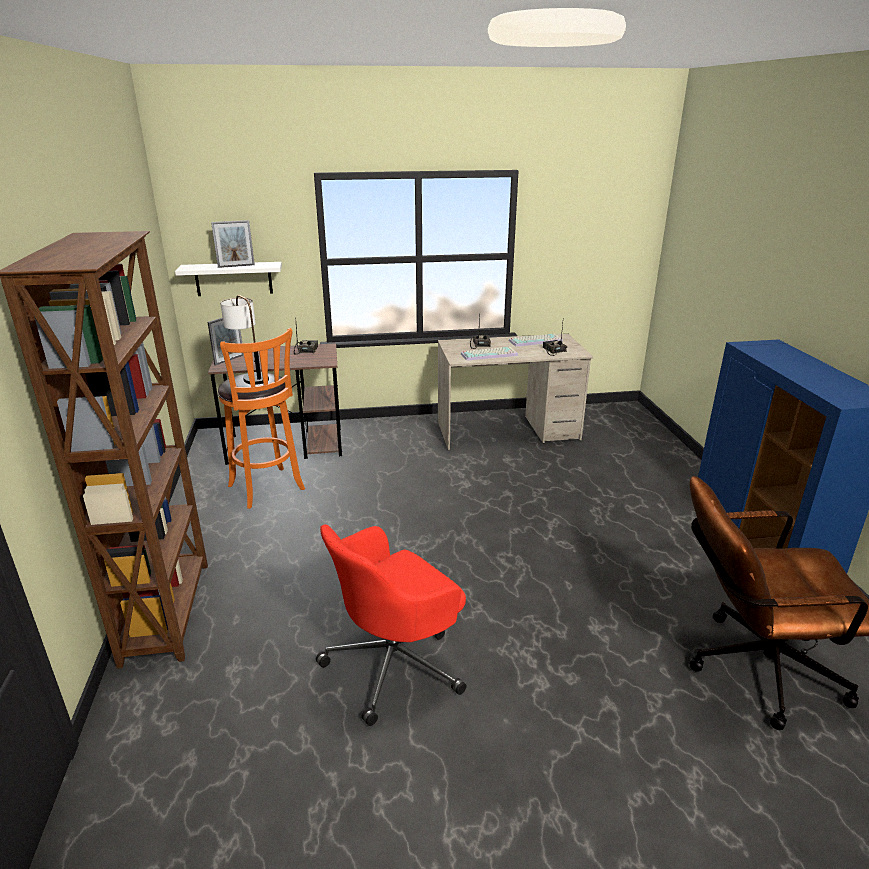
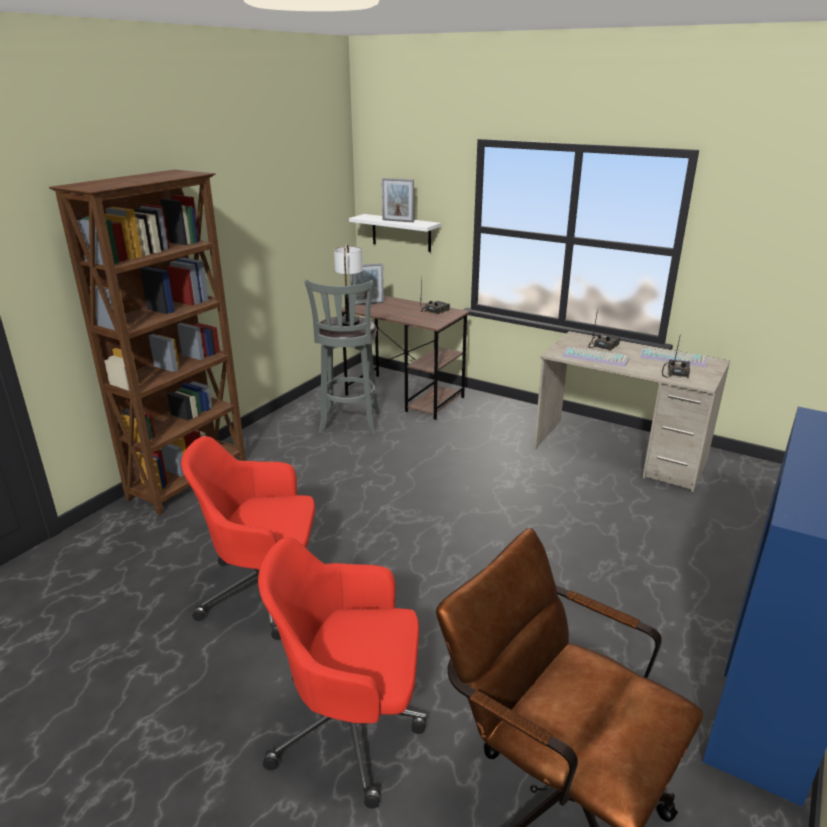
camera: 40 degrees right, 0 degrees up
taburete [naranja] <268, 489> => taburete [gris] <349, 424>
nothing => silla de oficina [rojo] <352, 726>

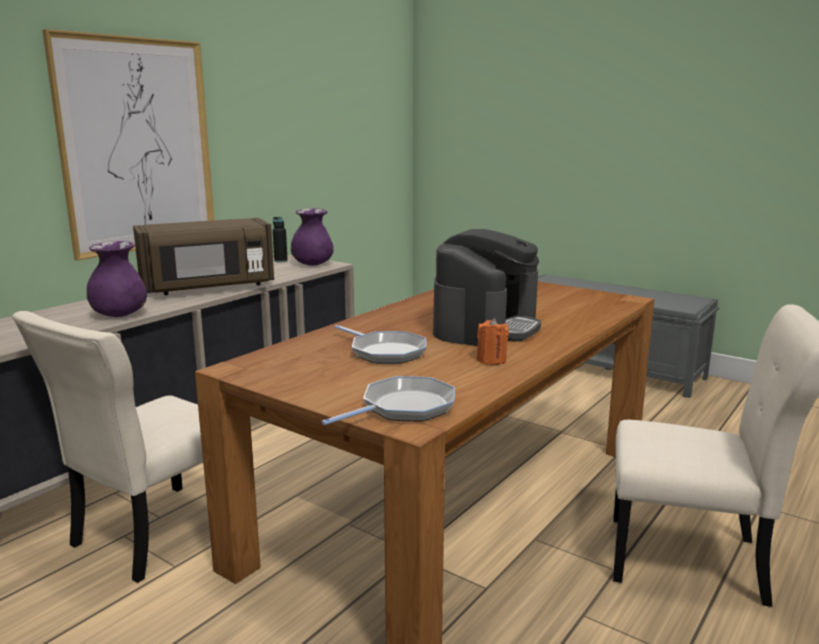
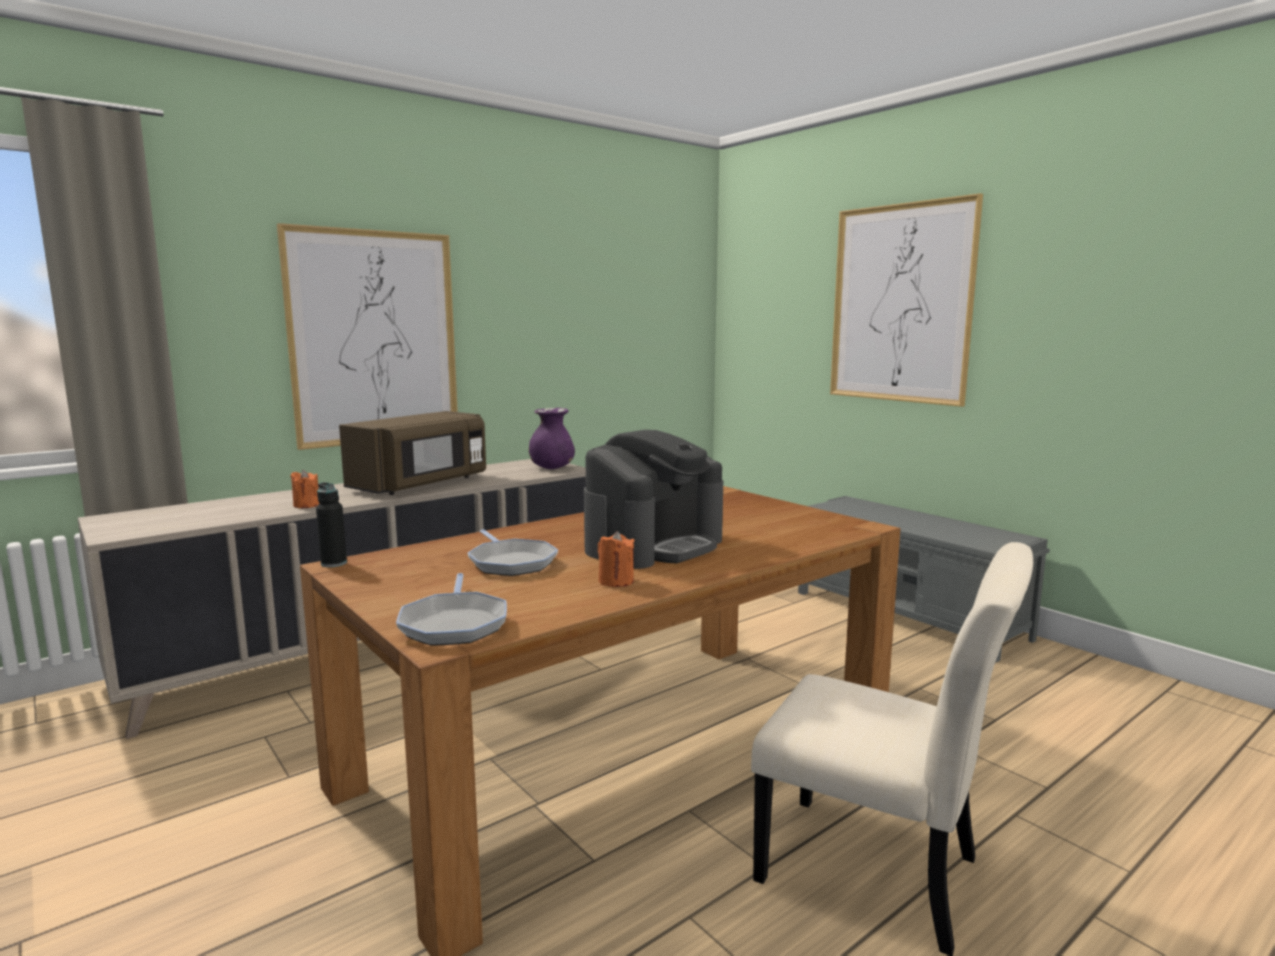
camera: 15 degrees right, 5 degrees down
silla [beis] <153, 533> => nothing
florero [morado] <119, 315> => vela [naranja] <306, 505>
microondas [marrón] <208, 287> => microondas [marrón] <421, 484>, 45 degrees counterclockwise
botella [negro] <280, 261> => botella [negro] <334, 563>, move
sartén <404, 408> => sartén <454, 624>, 105 degrees clockwise
nothing => cuadro <900, 304>

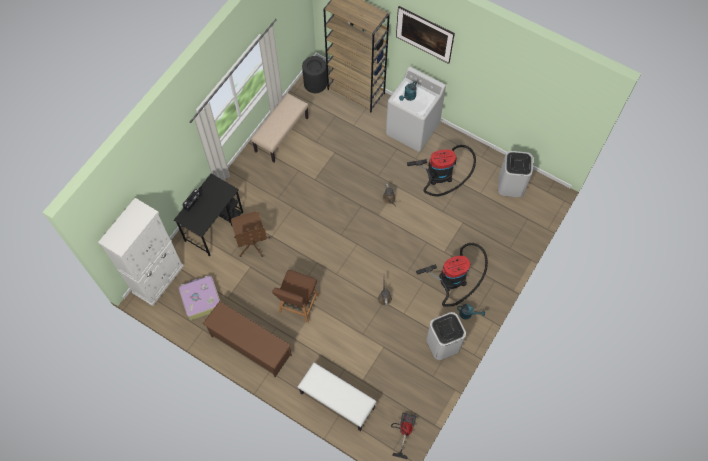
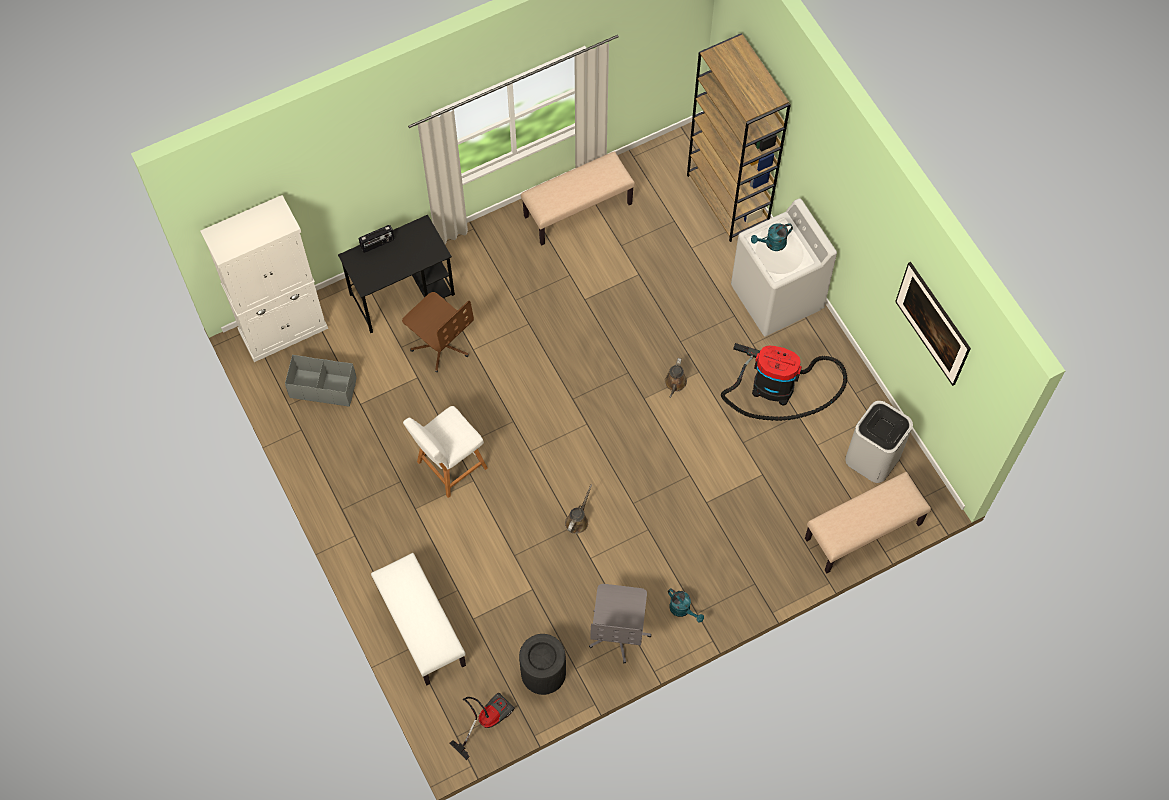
camera: 30 degrees right, 0 degrees up
maleta <201, 299> => caja de almacenaje [gris] <323, 387>
zapatero [marrón] <250, 345> => nothing
silla de oficina [marrón] <252, 242> => silla de oficina [marrón] <441, 344>, 60 degrees counterclockwise
taburete [marrón] <298, 305> => taburete [blanco] <449, 467>
papelera [negro] <315, 83> => papelera [negro] <543, 673>, move
cuadro <423, 42> => cuadro <929, 333>, move
aspiradora <455, 278> => nothing
papelera [blanco] <443, 344> => silla de oficina [gris] <618, 632>
nothing => banco [beis] <863, 532>

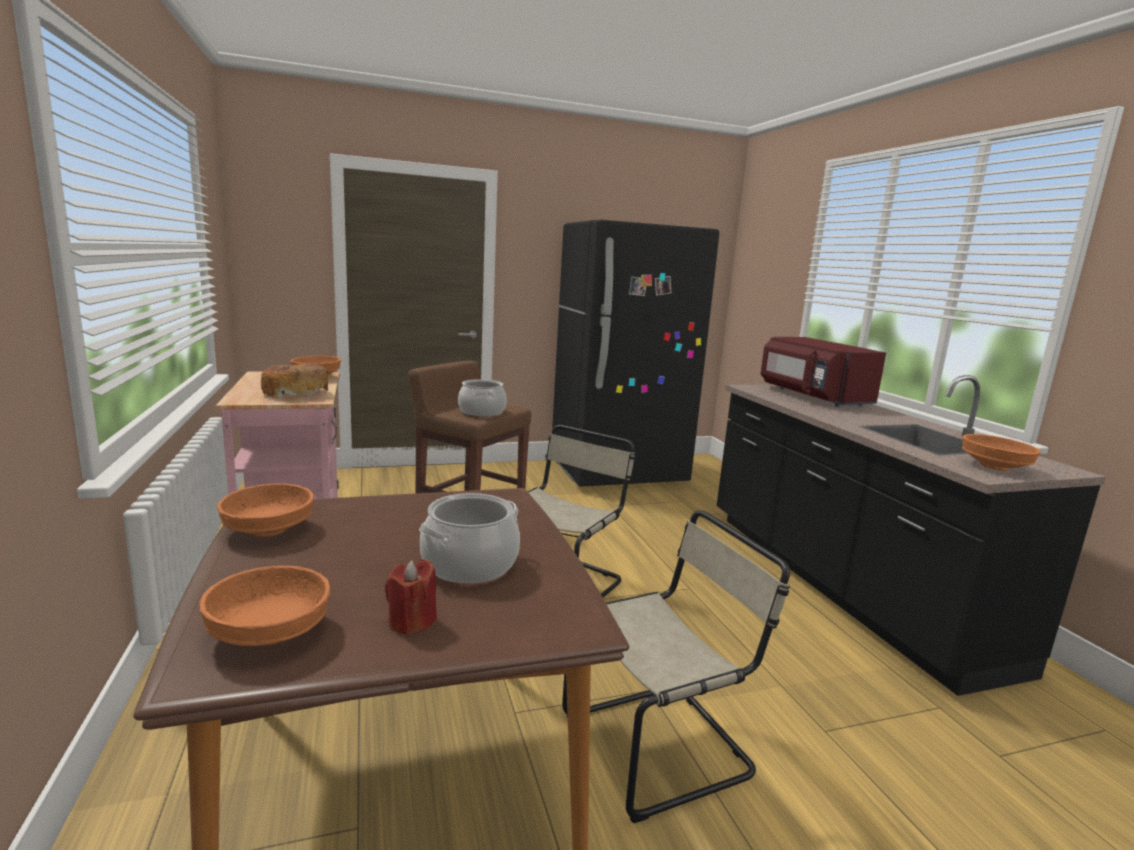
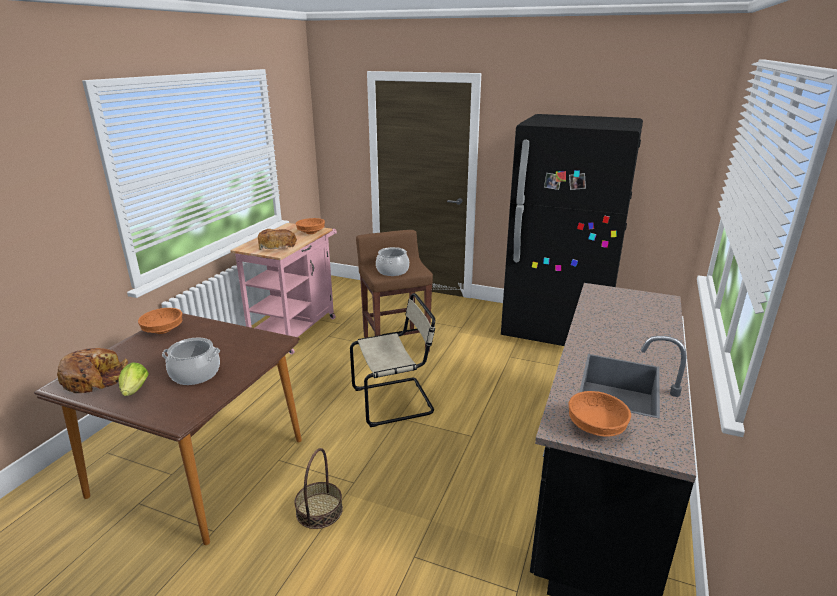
camera: 40 degrees right, 10 degrees up
cuenco [naranja] <268, 634> => pan <94, 378>
vela [rojo] <412, 622> => lechuga <134, 392>
silla [beis] <662, 744> => cesta <319, 510>
microondas [rojo] <811, 396> => nothing

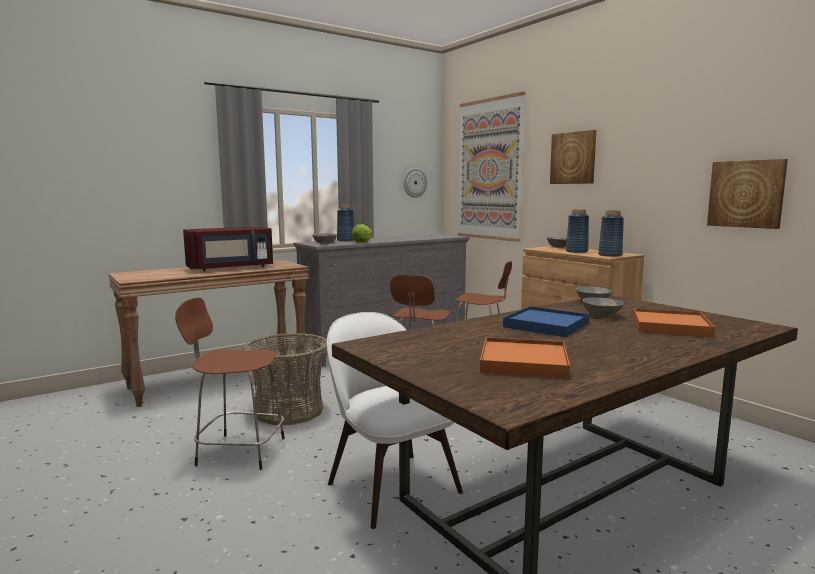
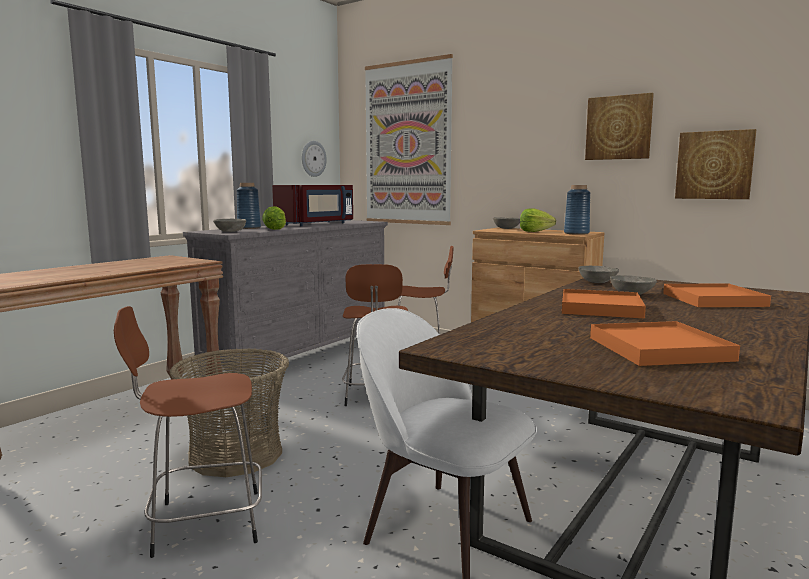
camera: 20 degrees left, 0 degrees up
microondas [rojo] <231, 268> => microondas [rojo] <316, 224>, move
bandeja [azul] <546, 325> => bandeja [naranja] <601, 308>
cuadro <573, 158> => cuadro <618, 128>, move
florero [azul] <576, 251> => lechuga <535, 231>

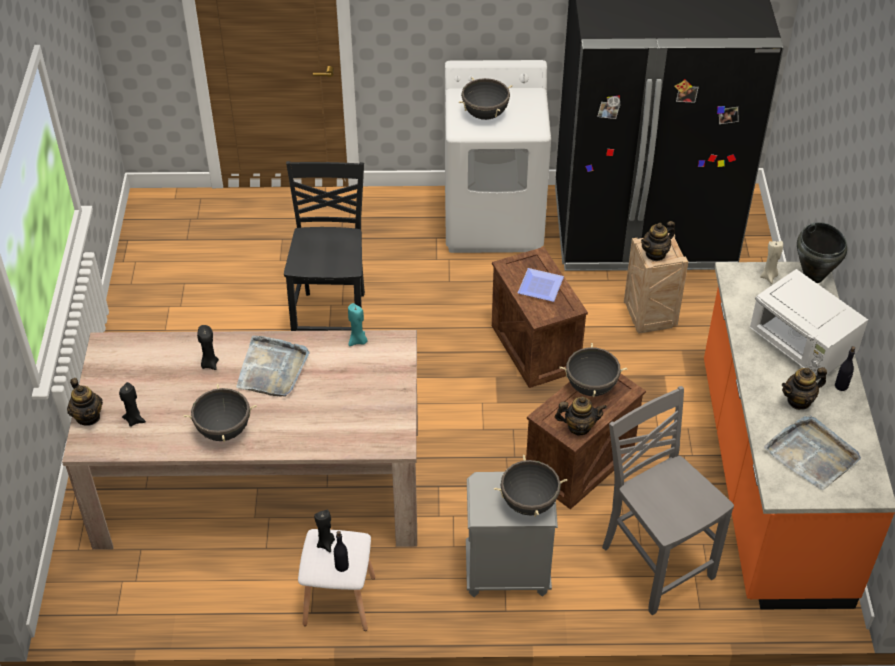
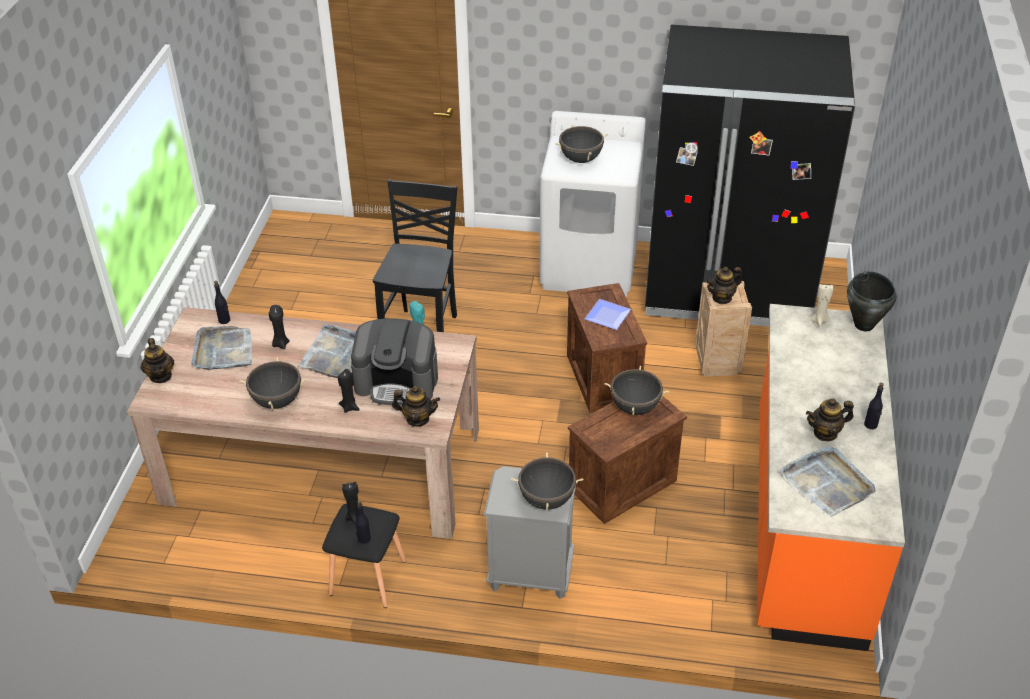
camera: 10 degrees right, 5 degrees down
vela [negro] <134, 419> => vela [negro] <349, 407>, move
taburete [blanco] <338, 601> => taburete [negro] <366, 578>
tetera <579, 427> => tetera <417, 419>, move
silla [gris] <655, 561> => nothing
microondas [blanco] <802, 346> => nothing
nothing => bandeja [gris] <223, 351>
nothing => botella [negro] <224, 320>
nothing => cafetera <397, 382>

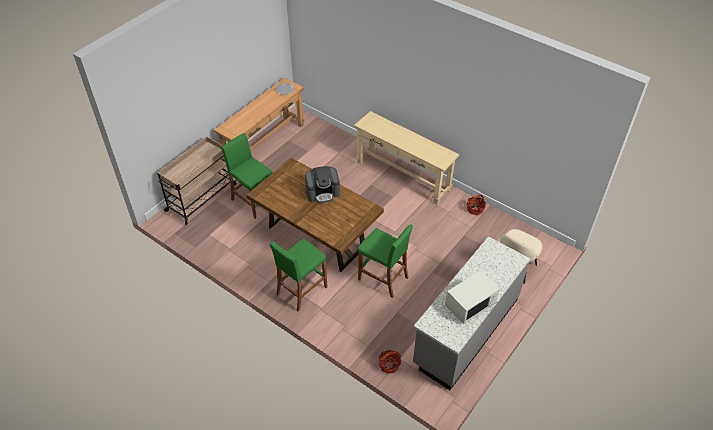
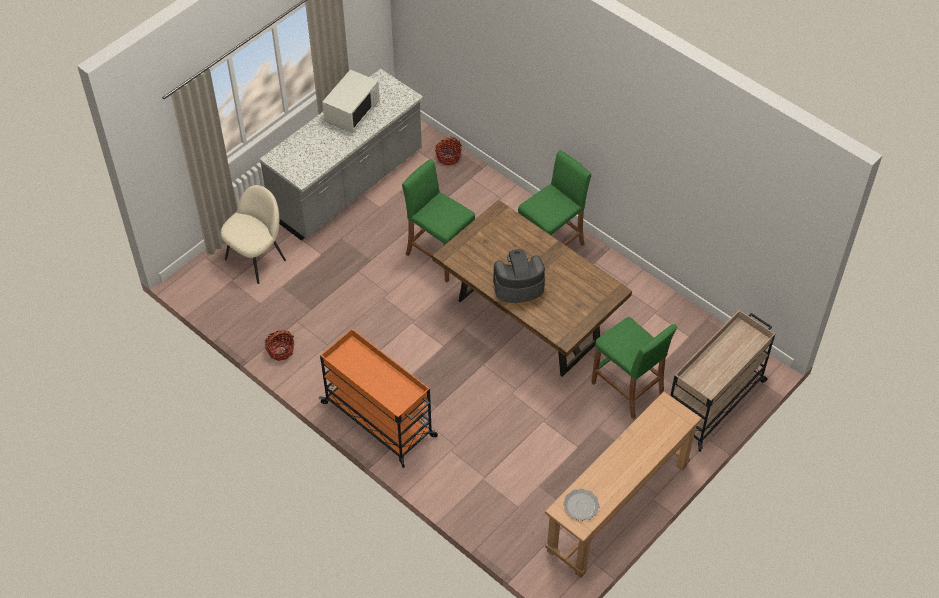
camera: 175 degrees left, 5 degrees up
mesa consola [beis] <403, 176> => carrito [naranja] <380, 420>
microondas [blanco] <470, 304> => microondas [blanco] <352, 112>, 150 degrees clockwise

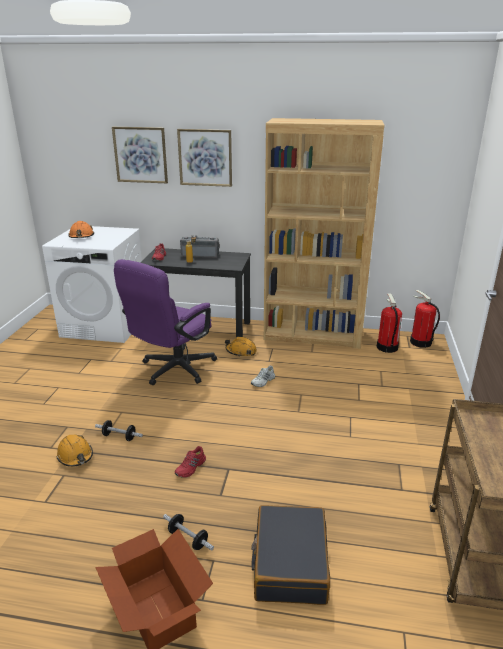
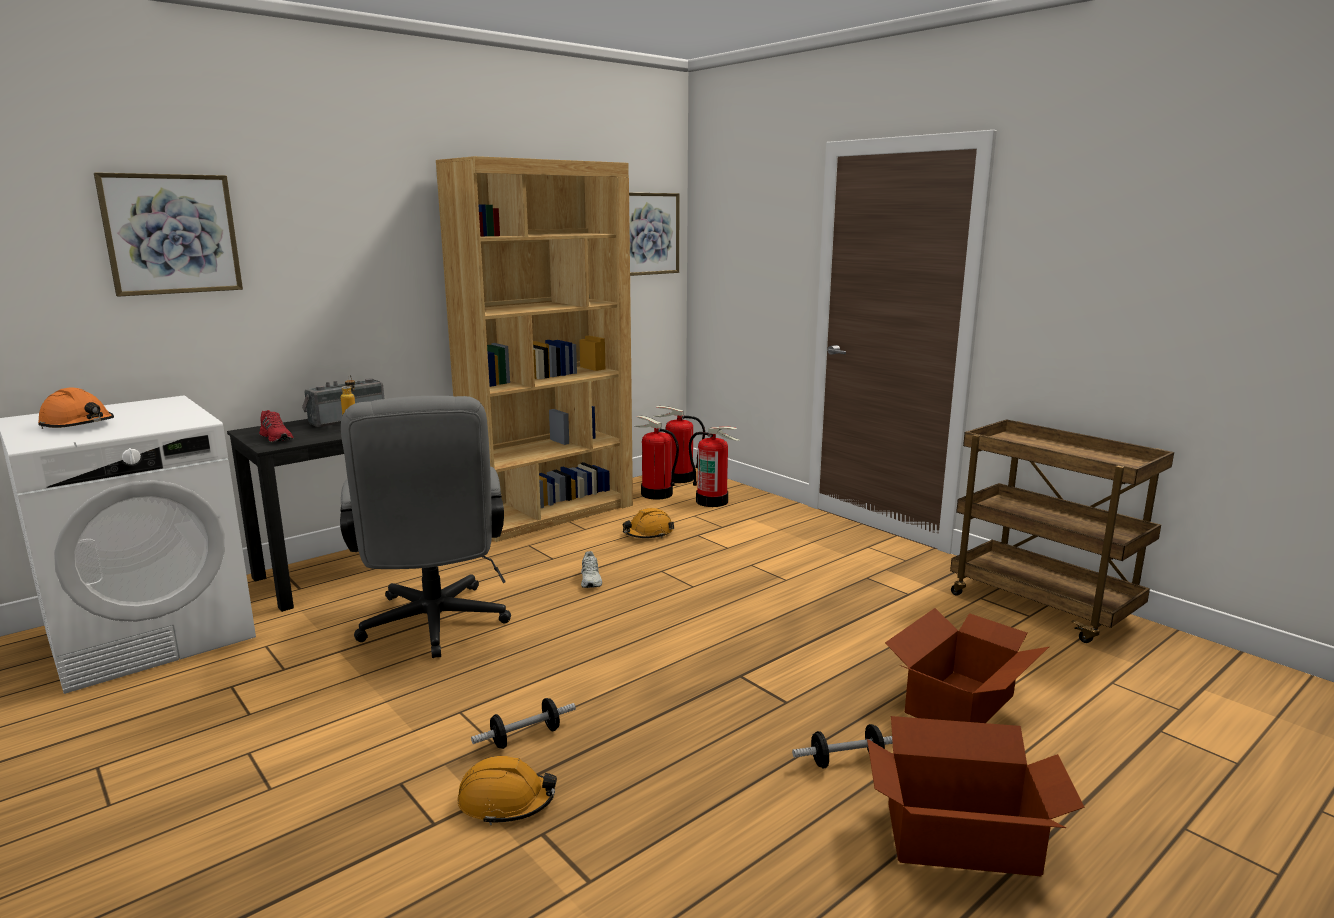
camera: 50 degrees left, 10 degrees down
silla de oficina [morado] <172, 371> => silla de oficina [gris] <434, 628>
zapato [rojo] <191, 468> => nothing
cuadro <205, 157> => cuadro <646, 234>, move
casco [naranja] <241, 351> => casco [naranja] <648, 534>, move
maleta [negro] <290, 563> => caja de cartón <961, 704>
nothing => extintor <712, 501>

